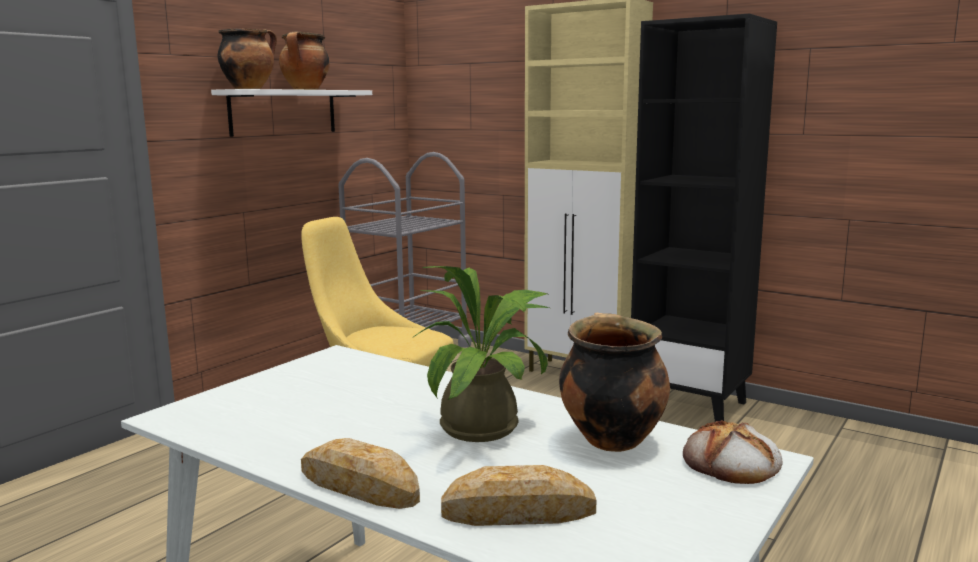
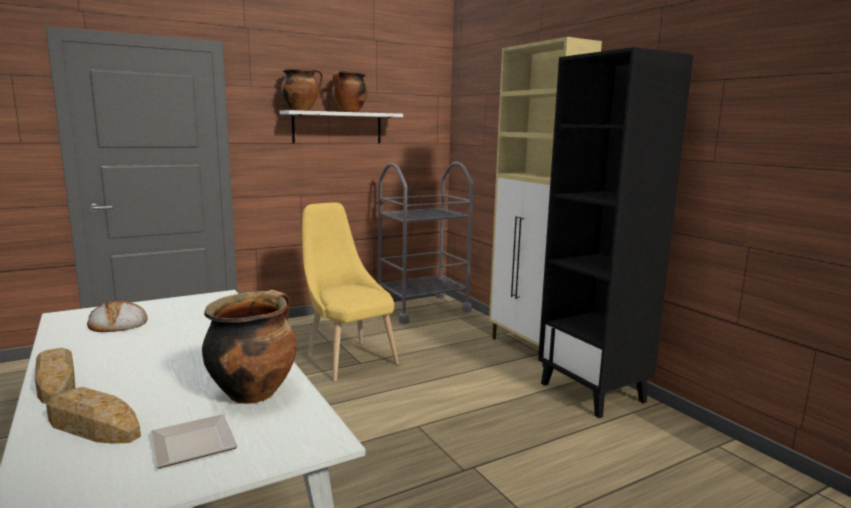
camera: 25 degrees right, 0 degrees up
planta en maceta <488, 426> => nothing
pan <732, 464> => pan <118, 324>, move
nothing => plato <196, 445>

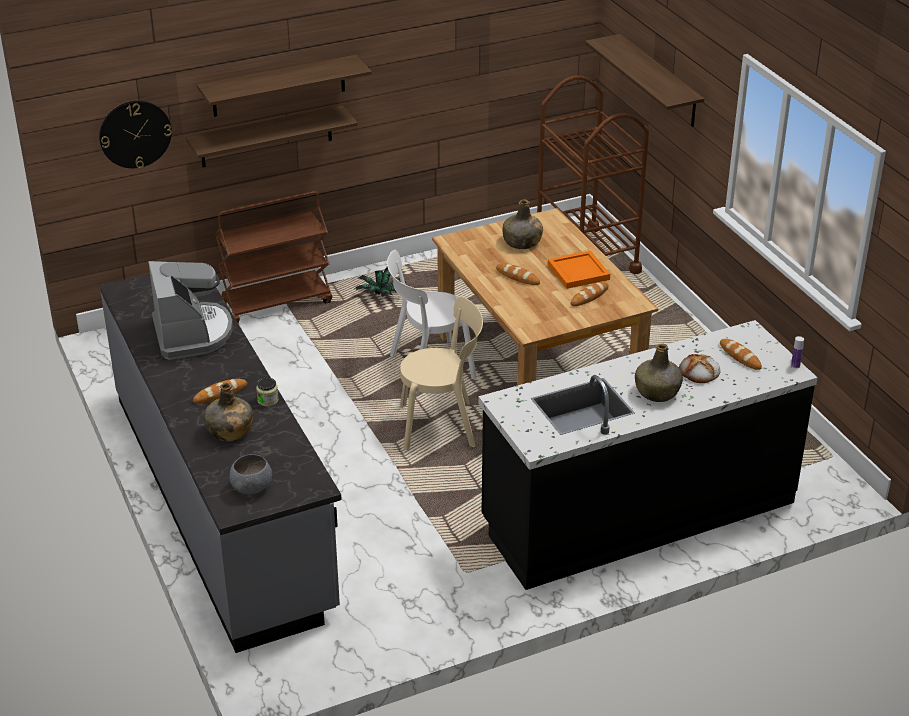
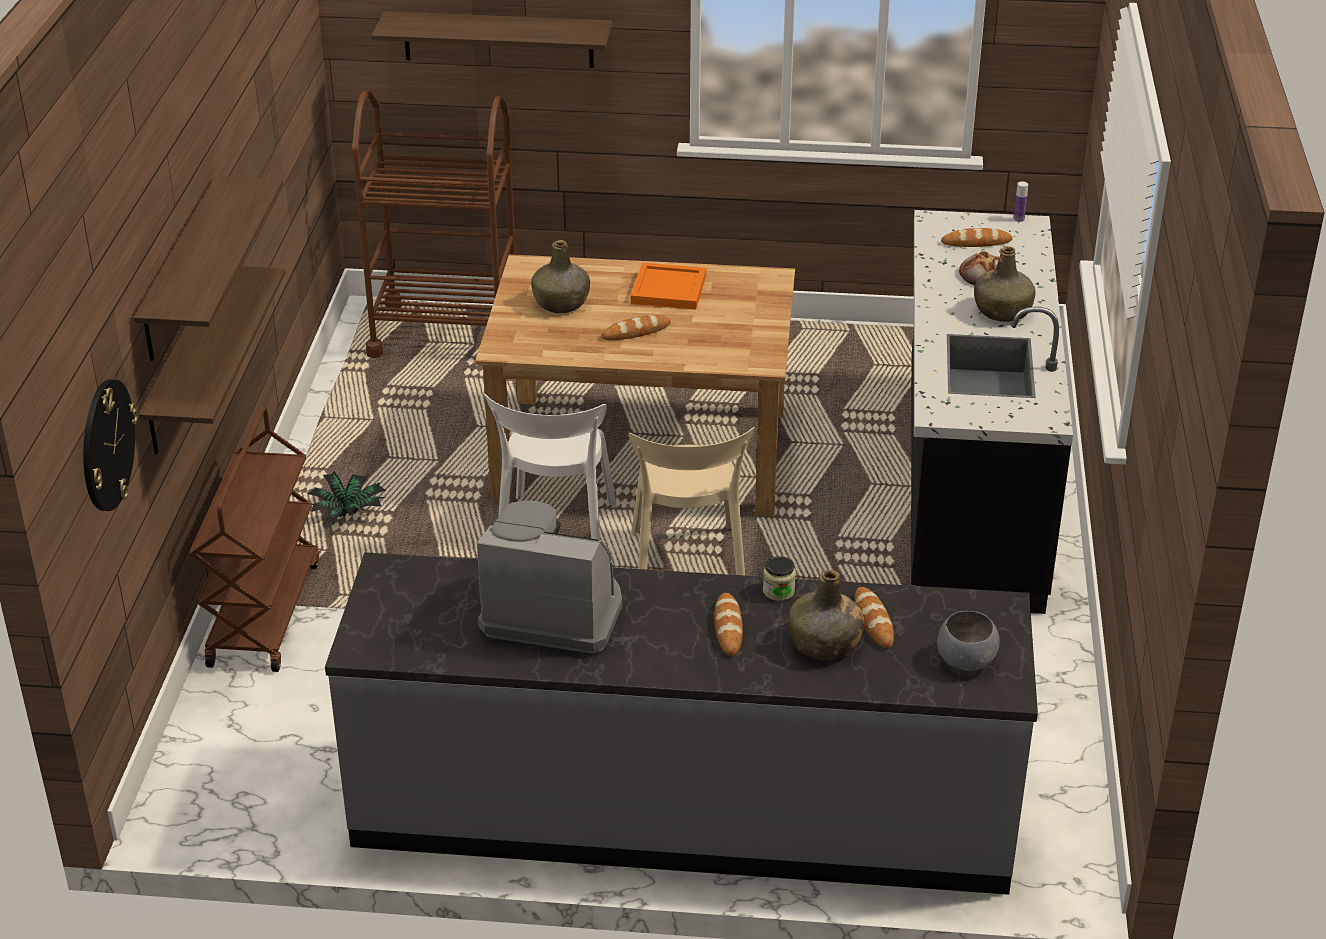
camera: 60 degrees left, 0 degrees up
silla [beis] <442, 426> => silla [beis] <687, 566>, 150 degrees clockwise
pan <589, 296> => pan <873, 621>, move

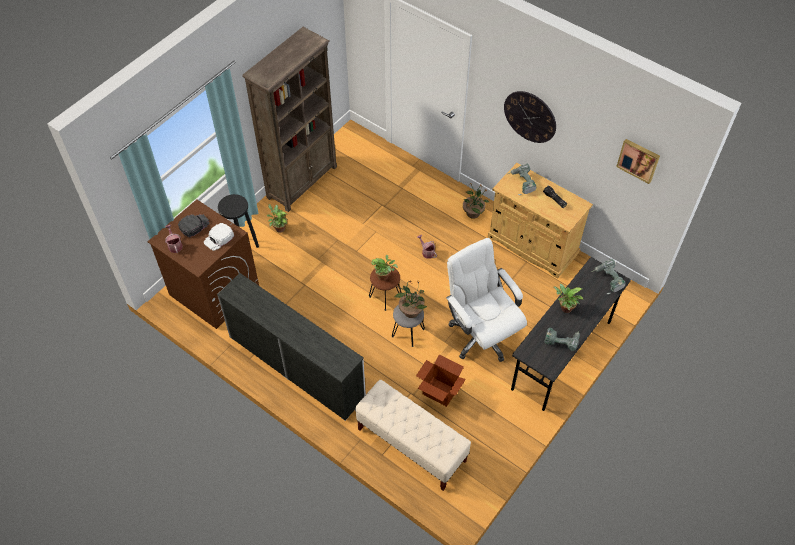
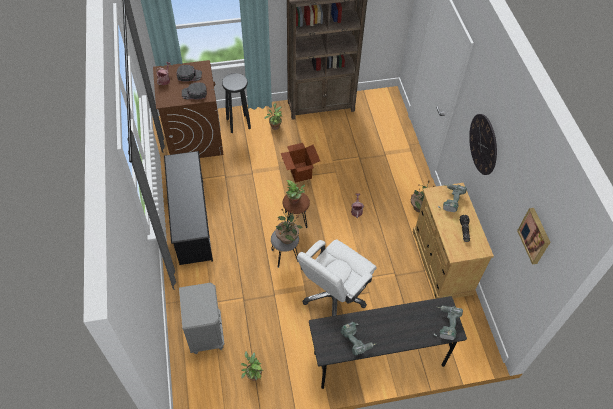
camera: 40 degrees right, 0 degrees up
gorra [blanco] <219, 238> => gorra [negro] <194, 93>
cómoda [blanco] <296, 366> => zapatero [negro] <191, 221>
banco [beis] <411, 445> => mesita de noche [gris] <206, 333>
caja de cartón <439, 392> => caja de cartón <300, 172>, move
silla de oficina [blanco] <481, 335> => silla de oficina [blanco] <334, 296>, 150 degrees counterclockwise
planta en maceta <564, 308> => planta en maceta <253, 374>, move

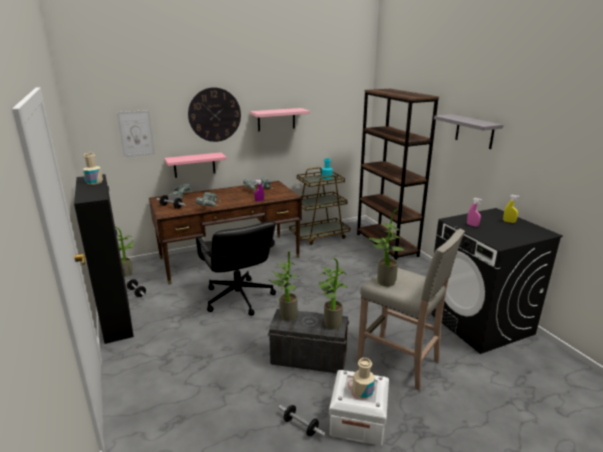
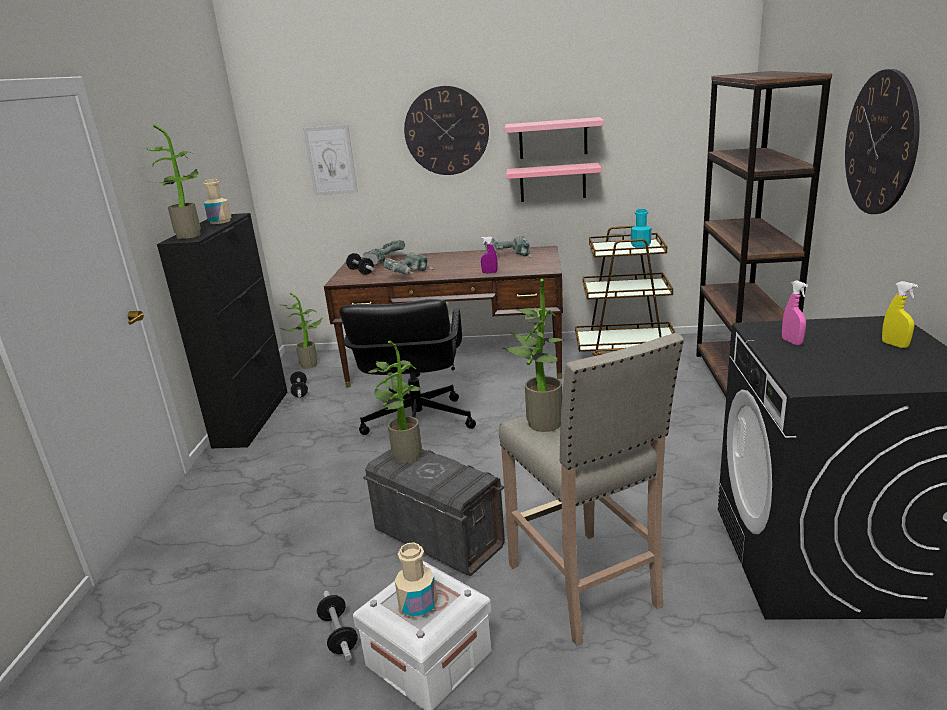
camera: 30 degrees right, 0 degrees up
estante [rosa] <194, 165> => estante [rosa] <552, 182>, move
planta en maceta <330, 323> => planta en maceta <189, 235>, move
estante [gris] <474, 131> => reloj de pared <880, 143>

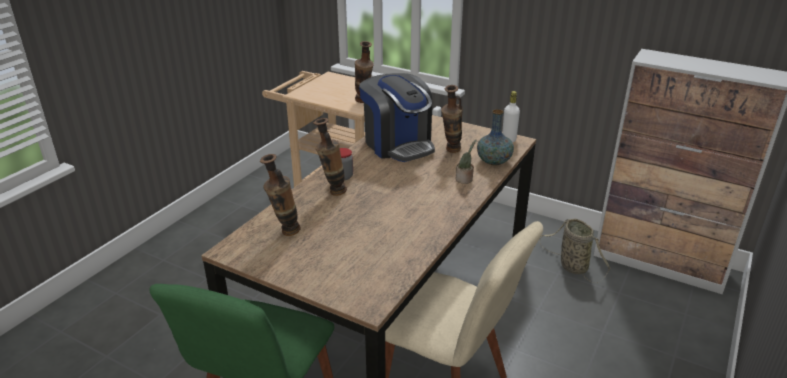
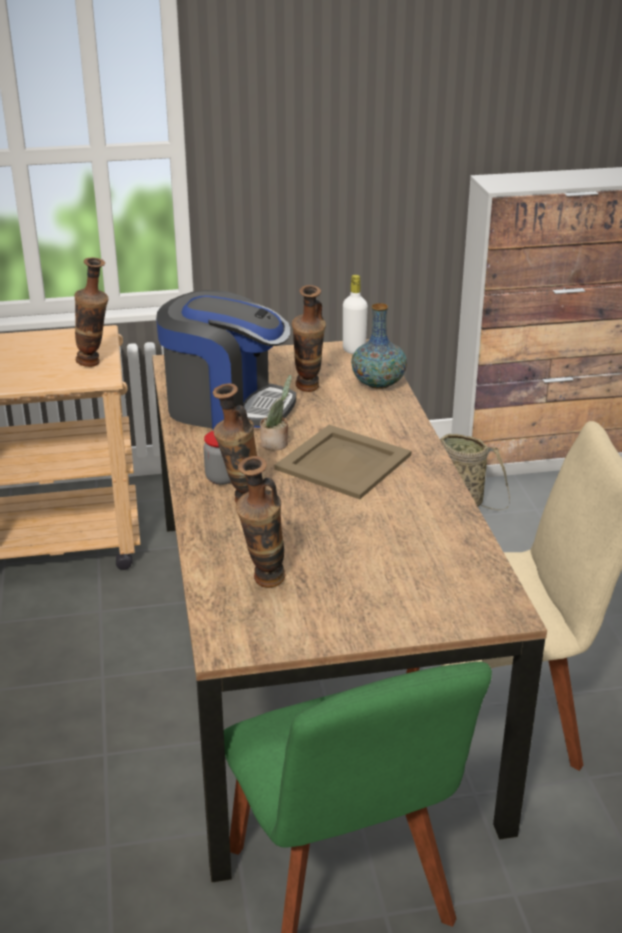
camera: 40 degrees left, 0 degrees up
planta en maceta <465, 180> => planta en maceta <276, 444>, move
nothing => bandeja [beis] <344, 462>

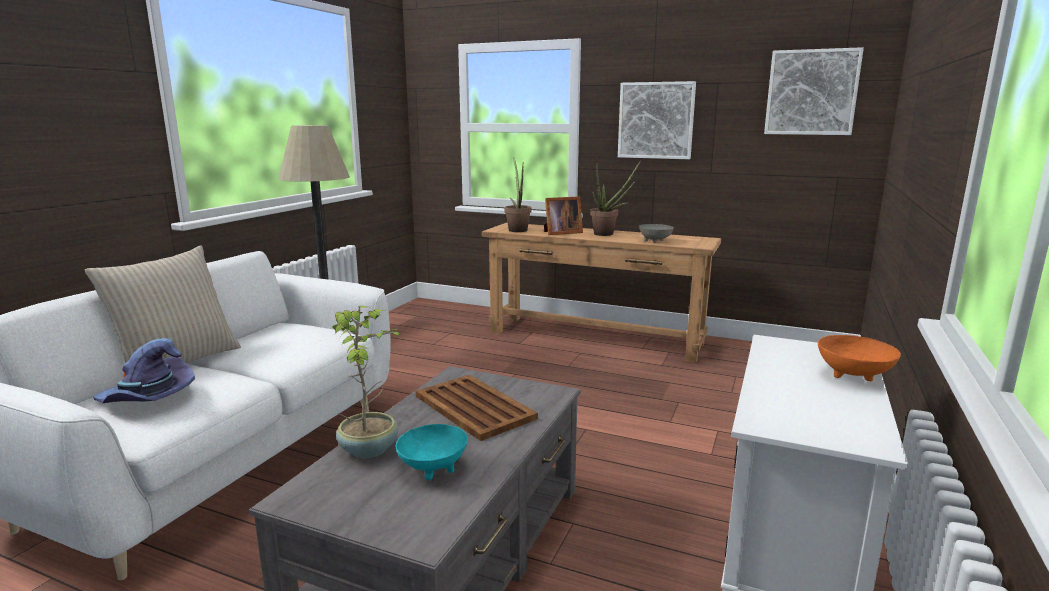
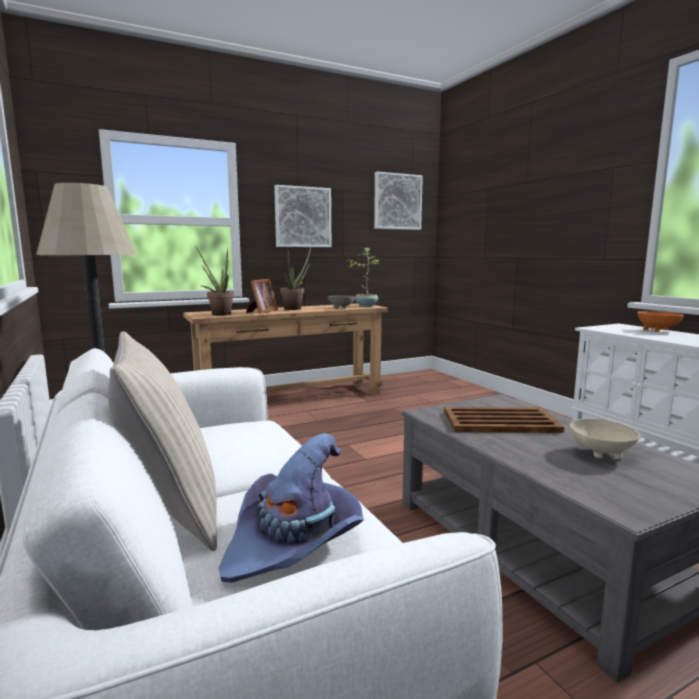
camera: 50 degrees left, 5 degrees down
planta en maceta <370, 449> => planta en maceta <366, 305>, move
cuenco [turquesa] <433, 467> => cuenco [beis] <599, 453>

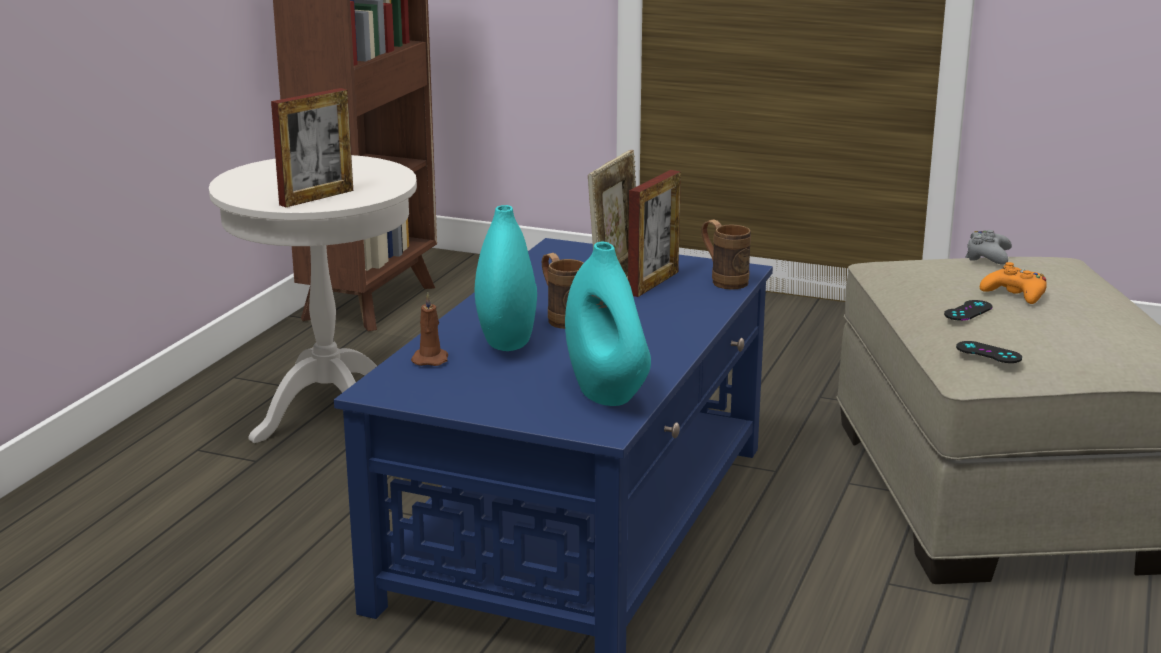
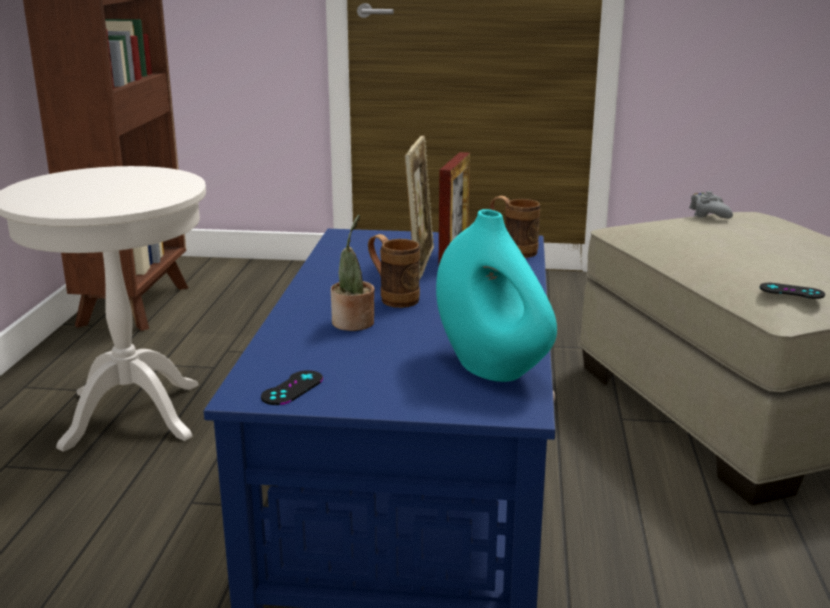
camera: 15 degrees left, 0 degrees up
portarretratos <316, 197> => nothing
vela [marrón] <430, 359> => nothing
florero [turquesa] <507, 339> => planta en maceta <353, 324>
mando de consola [negro] <968, 311> => mando de consola [negro] <292, 388>, move
mando de consola [naranja] <1015, 294> => nothing

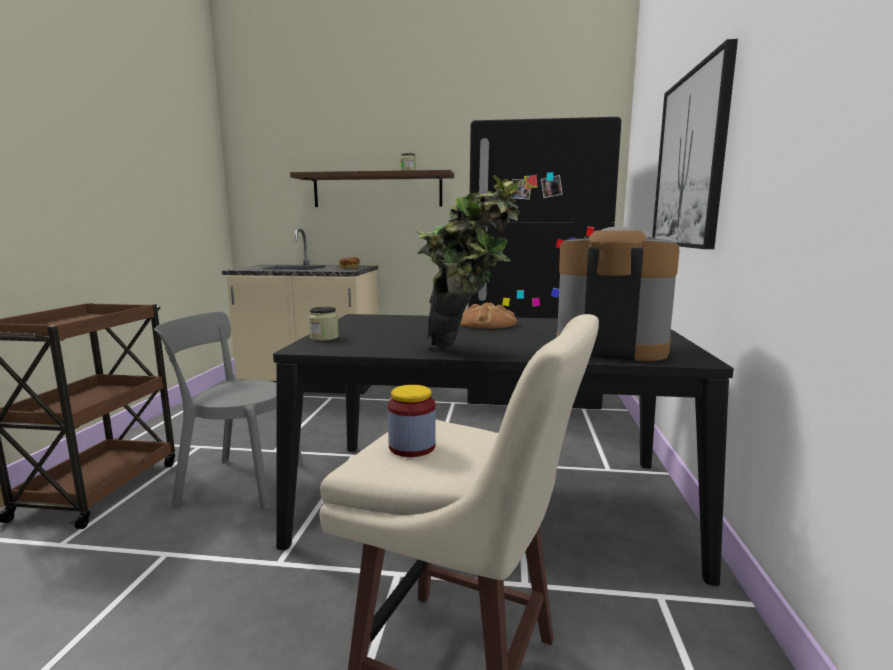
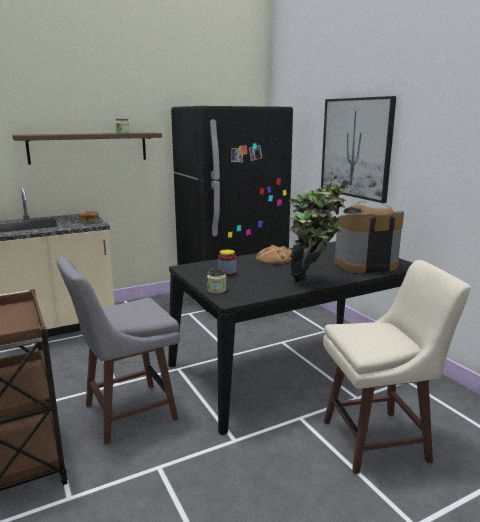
camera: 35 degrees left, 5 degrees up
silla [gris] <237, 482> => taburete [gris] <127, 413>
tarro <412, 447> => tarro <227, 273>, move

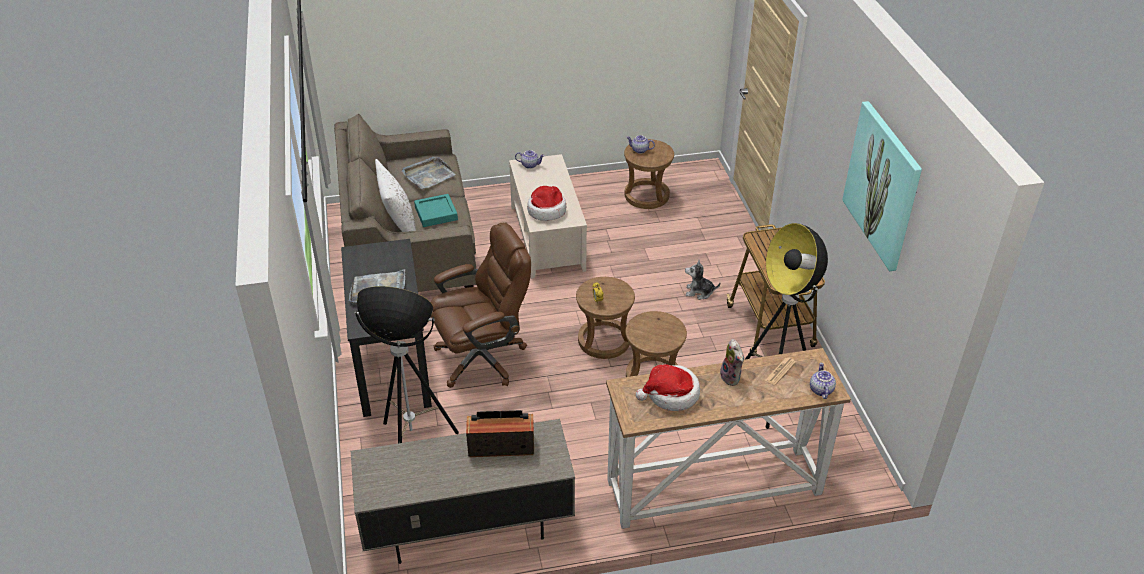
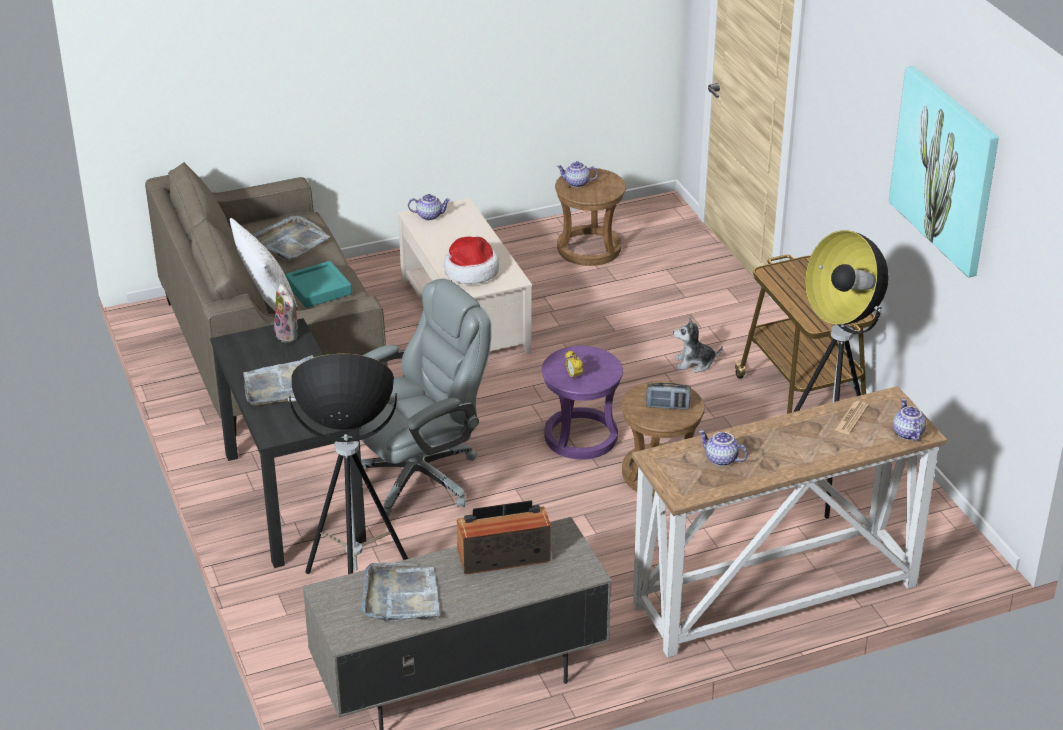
camera: 10 degrees left, 5 degrees down
silla de oficina [marrón] <482, 357> => silla de oficina [gris] <419, 476>
taburete [marrón] <604, 341> => taburete [morado] <581, 437>
sombrero <671, 394> => tetera <720, 459>
peluche <732, 377> => peluche <289, 335>, move
nothing => bandeja [gris] <401, 596>
nothing => radio <667, 406>

